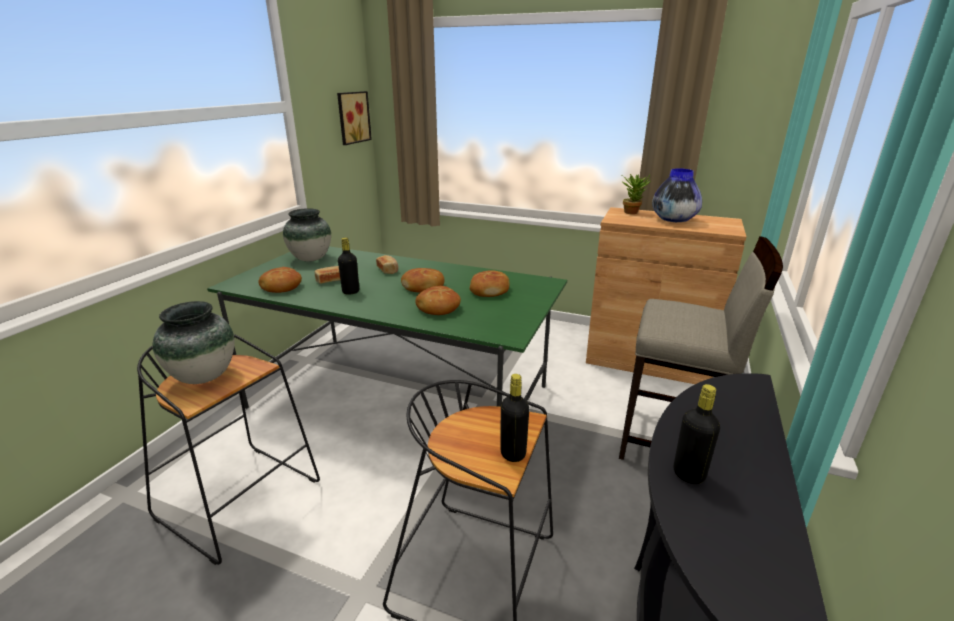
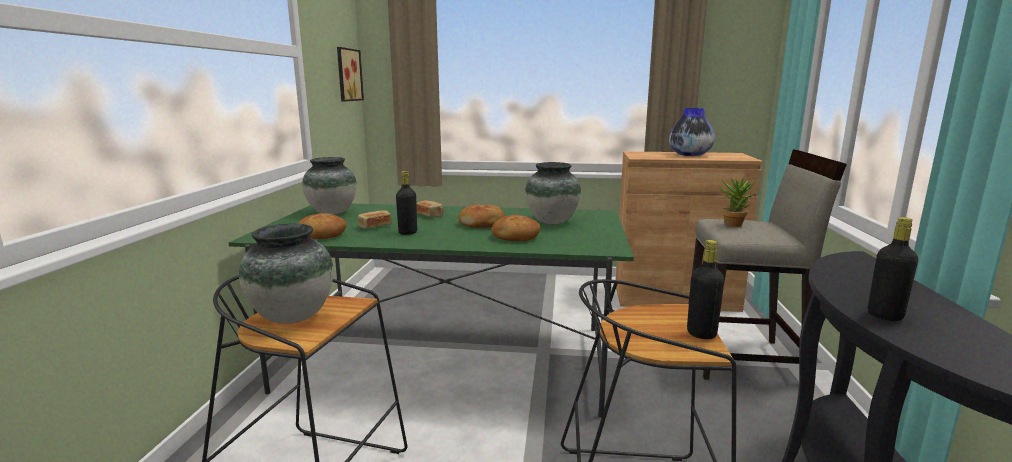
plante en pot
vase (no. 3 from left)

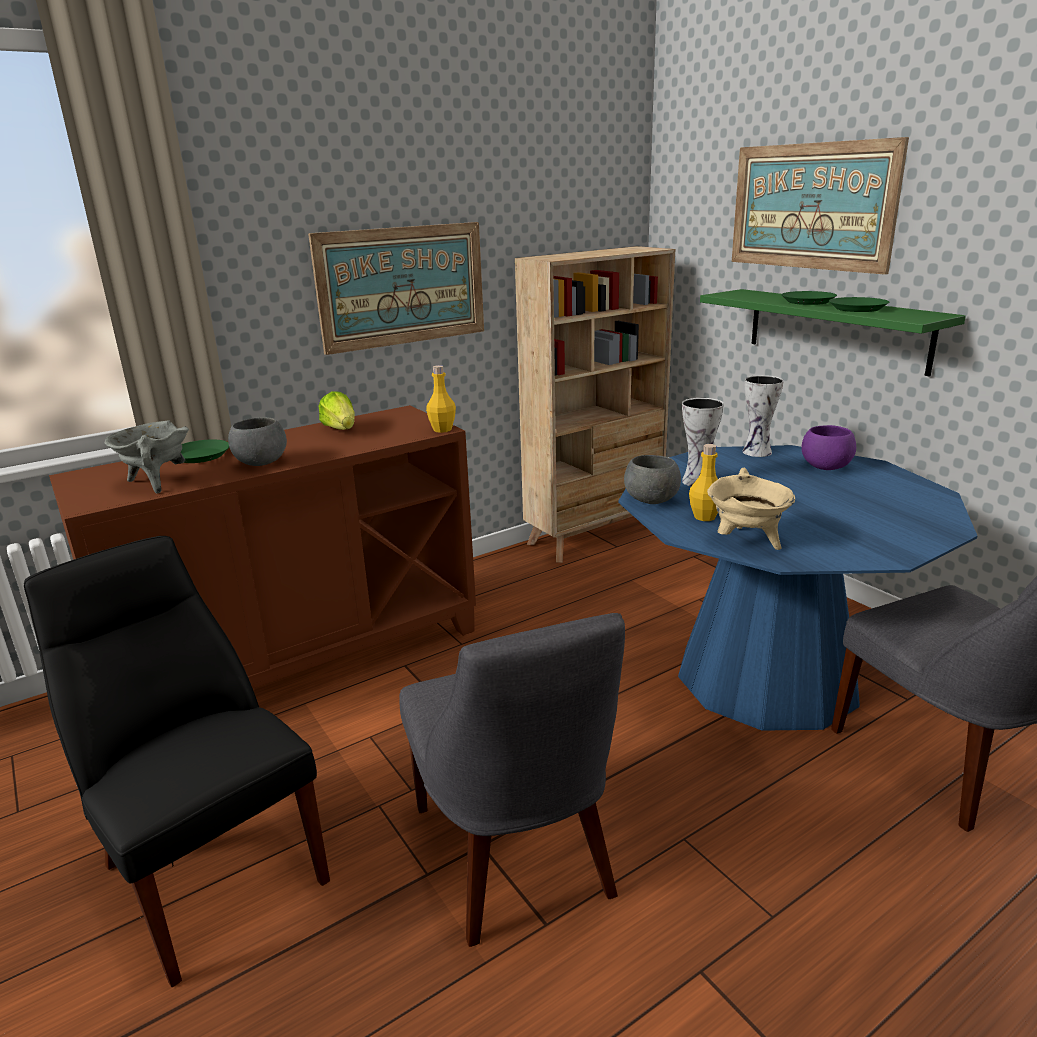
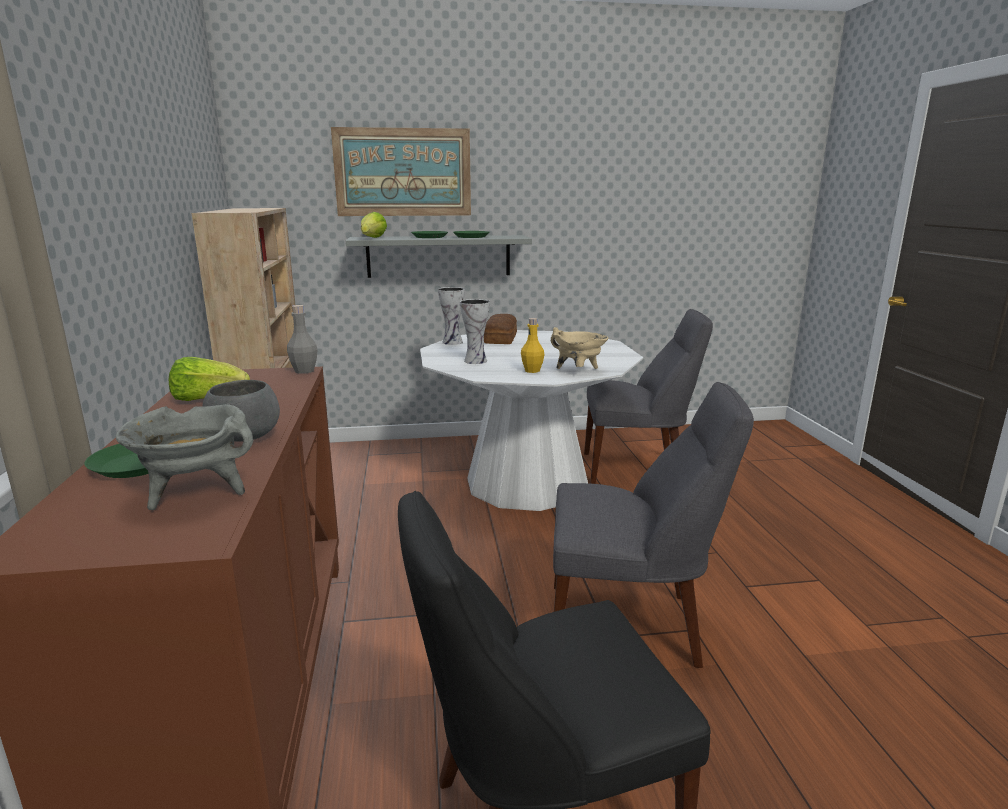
tableau (no. 1 from left in the first image)
étagère [gris]
bouteille [gris]
pain
table à manger [blanc]
bol [gris] (no. 2 from left in the first image)
laitue (no. 2 from left)

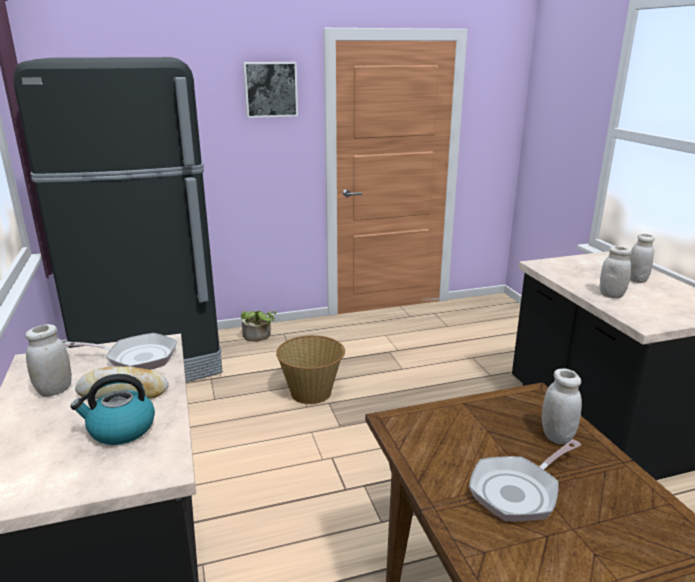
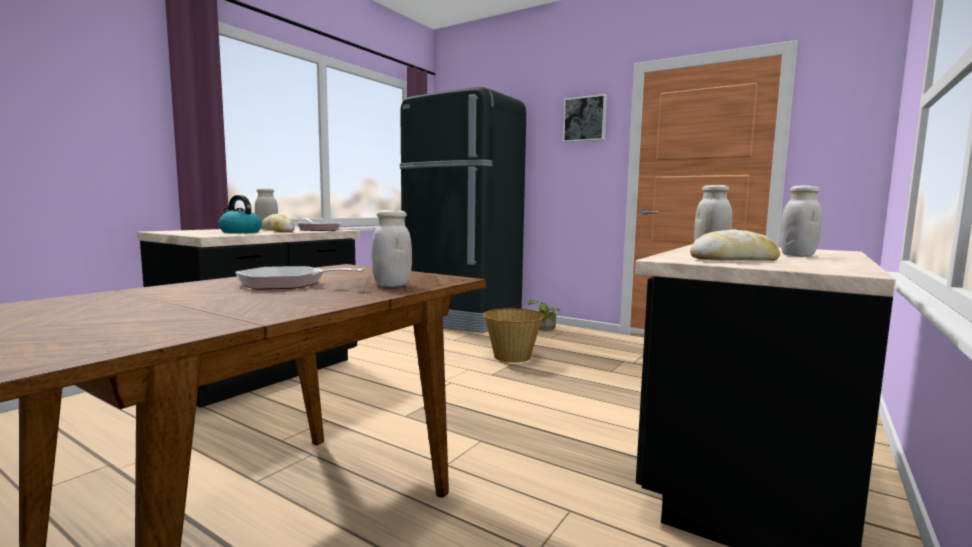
pain (no. 2 from left)

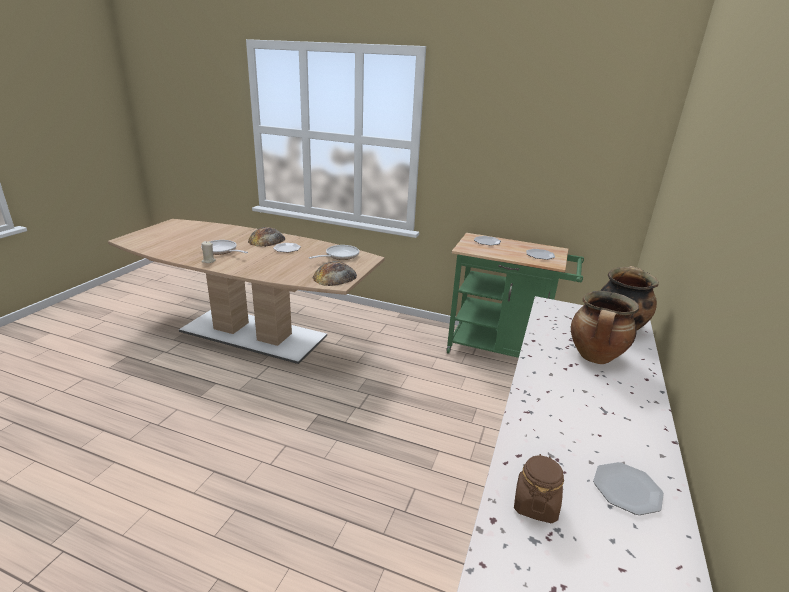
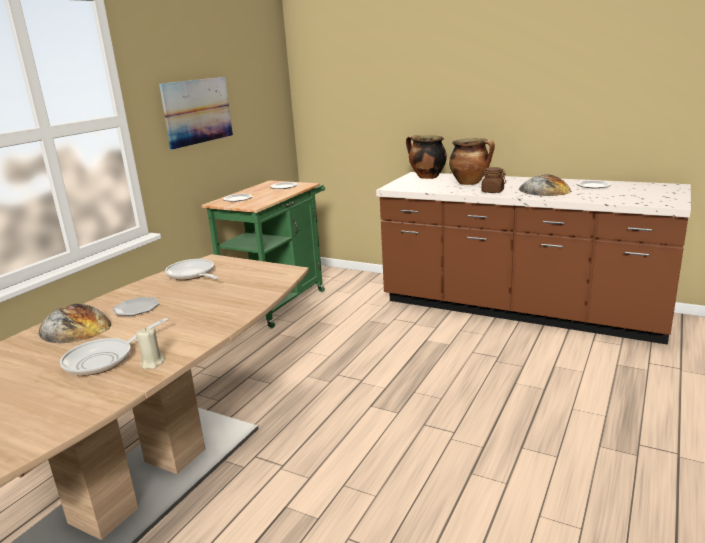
pain (no. 2 from left)
bocal [marron]
tableau

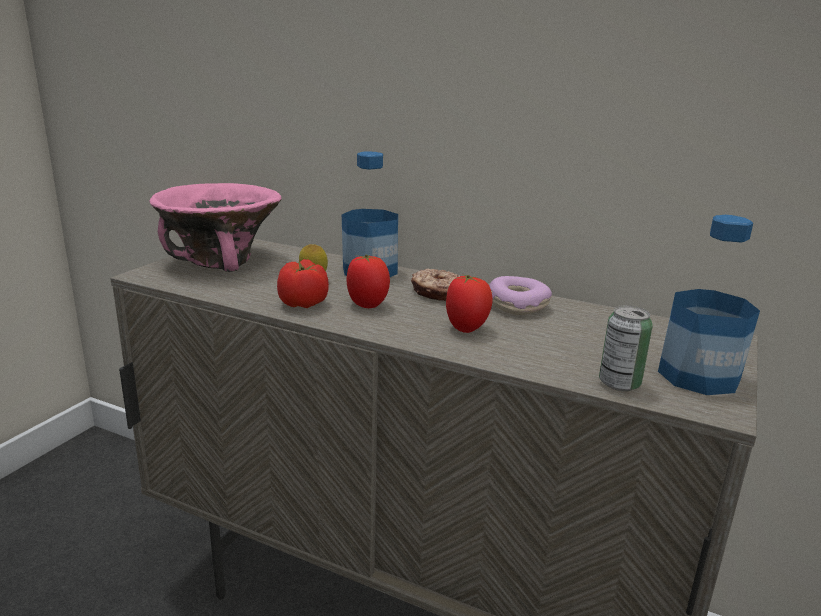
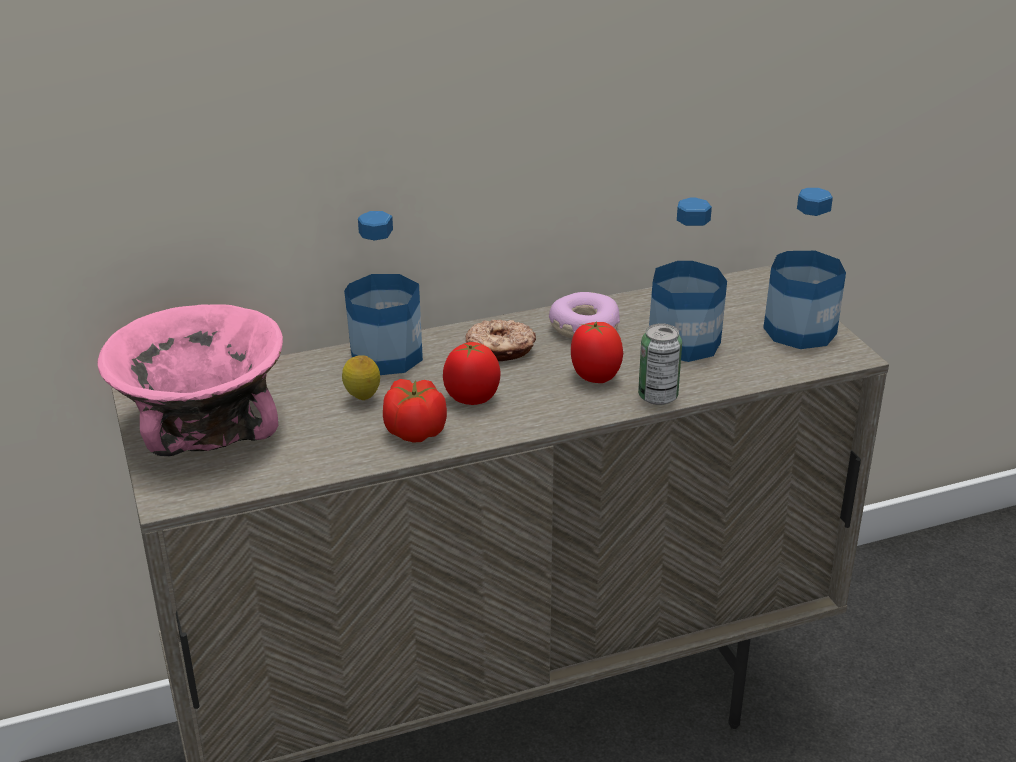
boîte métallique
bouteille (no. 2 from left)

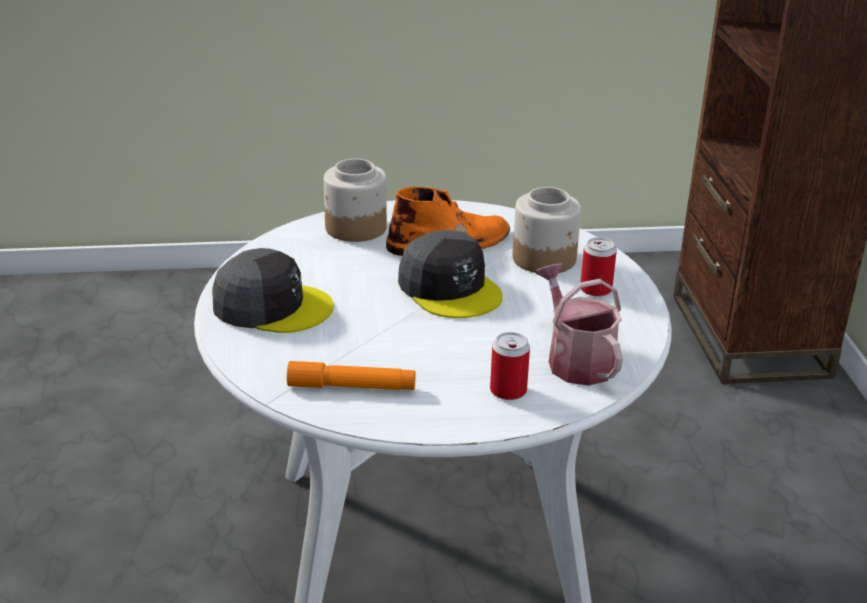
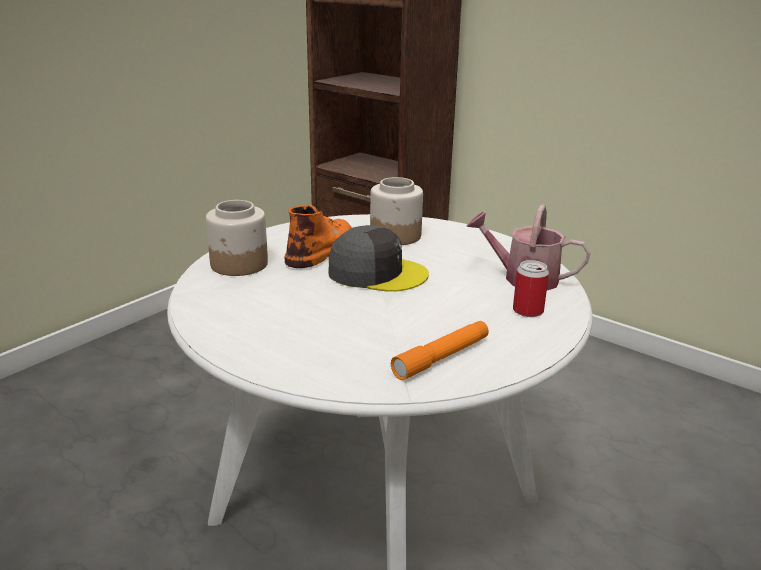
boîte métallique (no. 2 from left in the first image)
casquette [gris] (no. 1 from left in the first image)

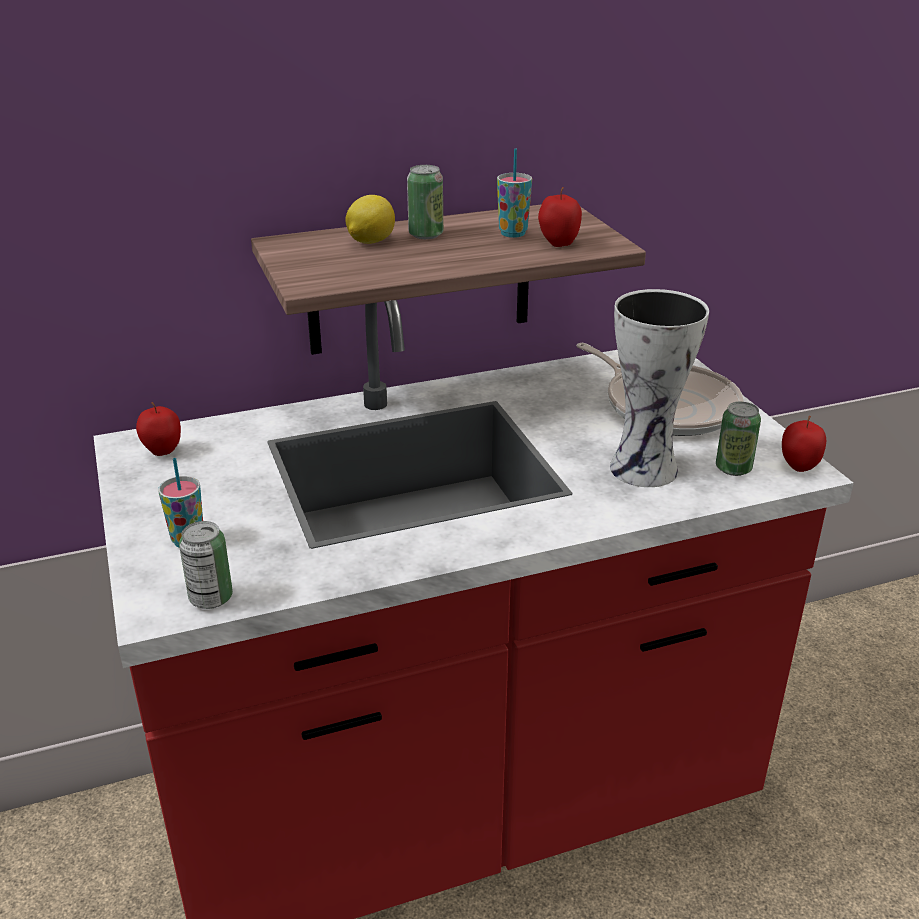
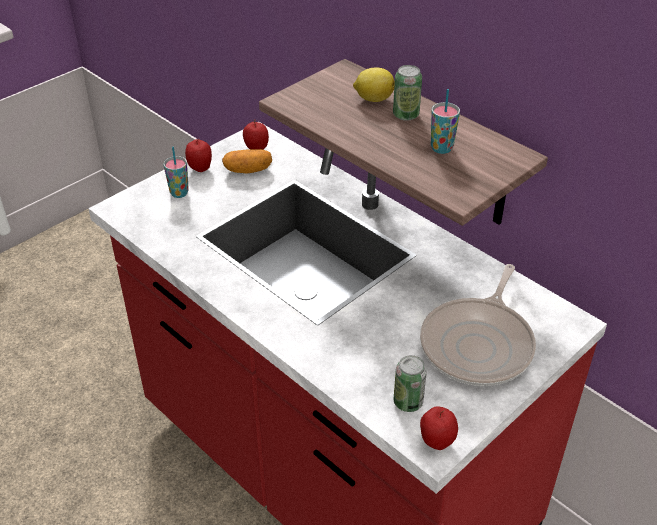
pomme (no. 1 from left)
vase
boîte métallique (no. 1 from left in the first image)
pomme de terre

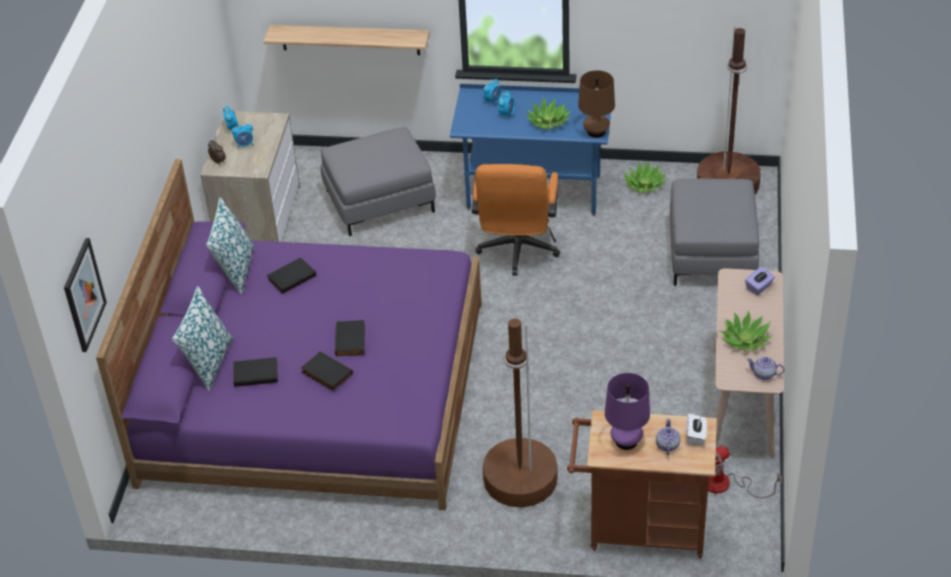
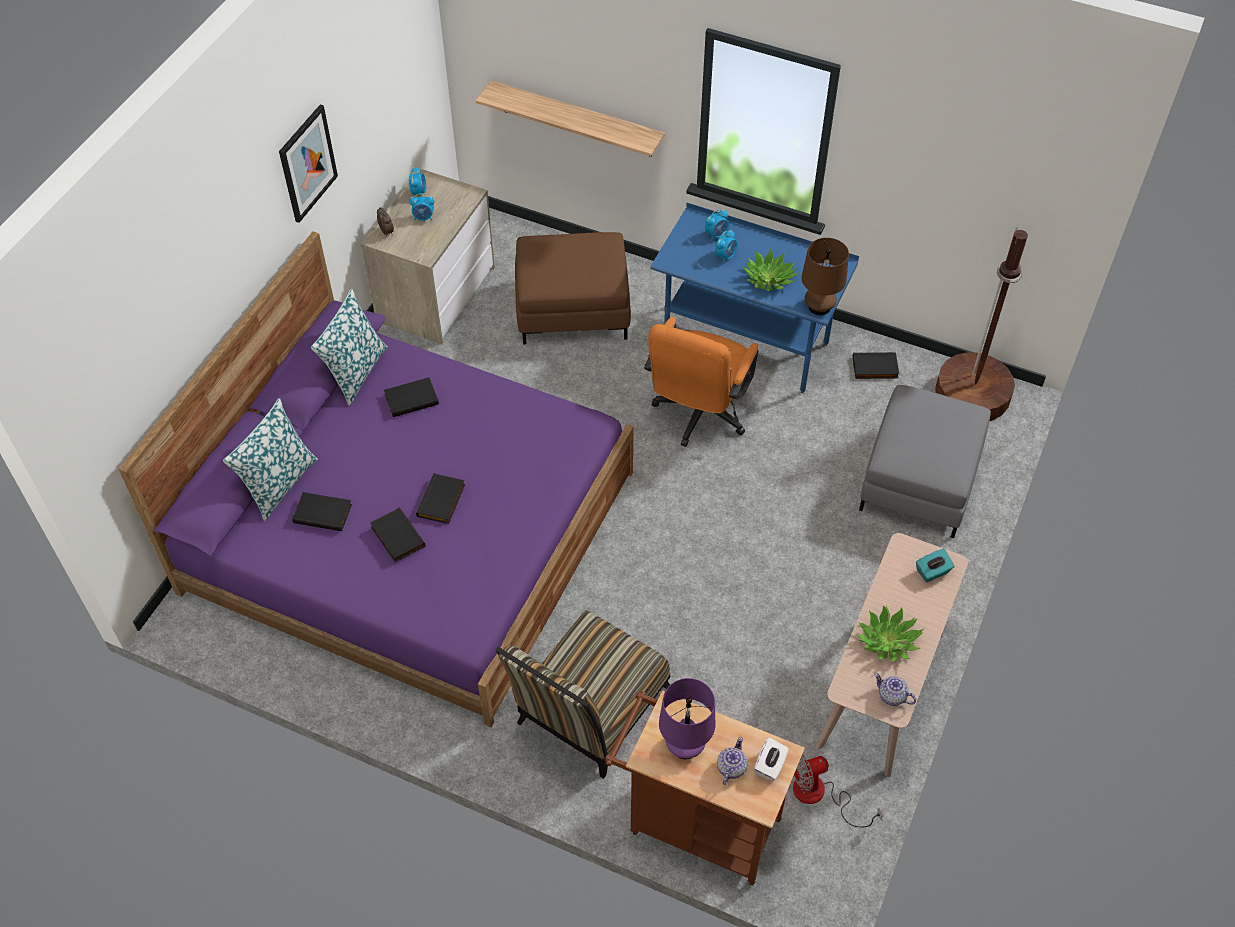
pouf [marron]
livre [noir] (no. 5 from left)
tableau
boîte à mouchoirs [turquoise]
chaise

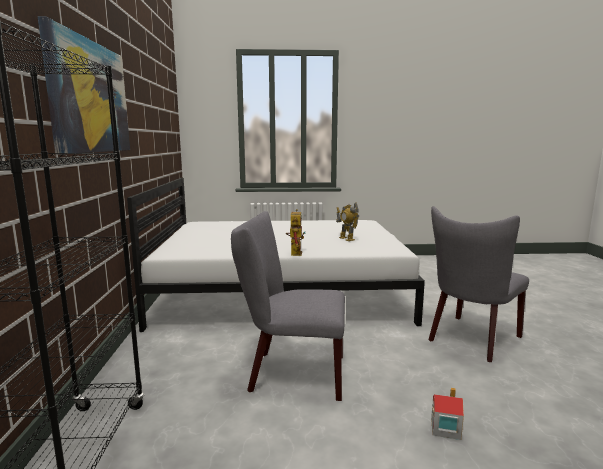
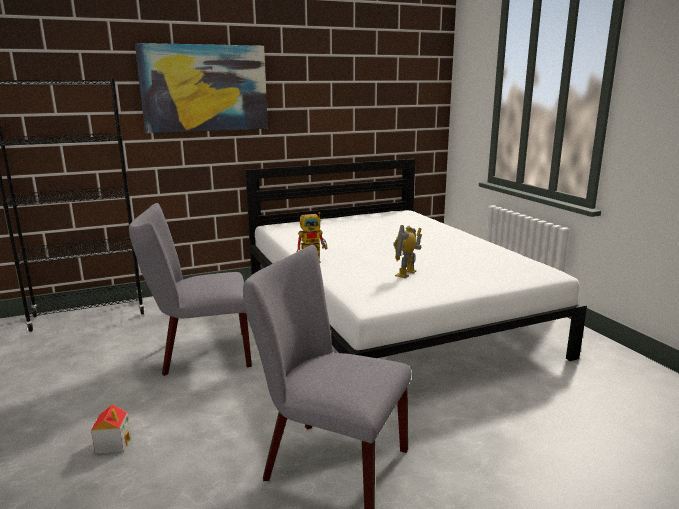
chaise [gris] (no. 1 from left)

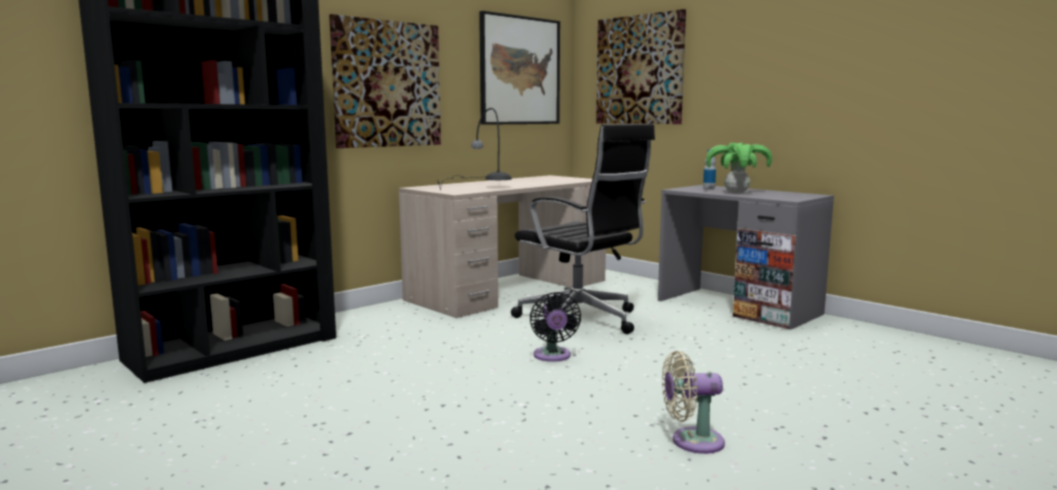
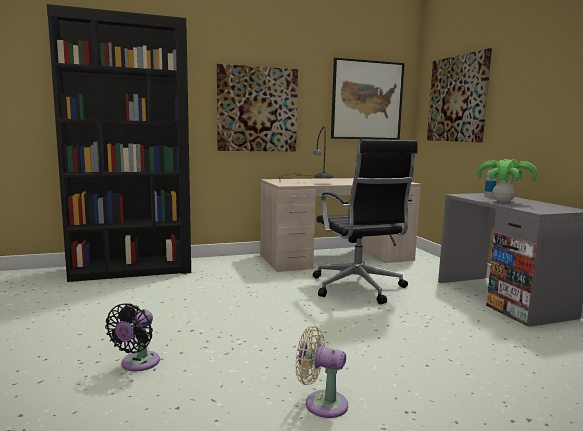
ventilateur [noir]

